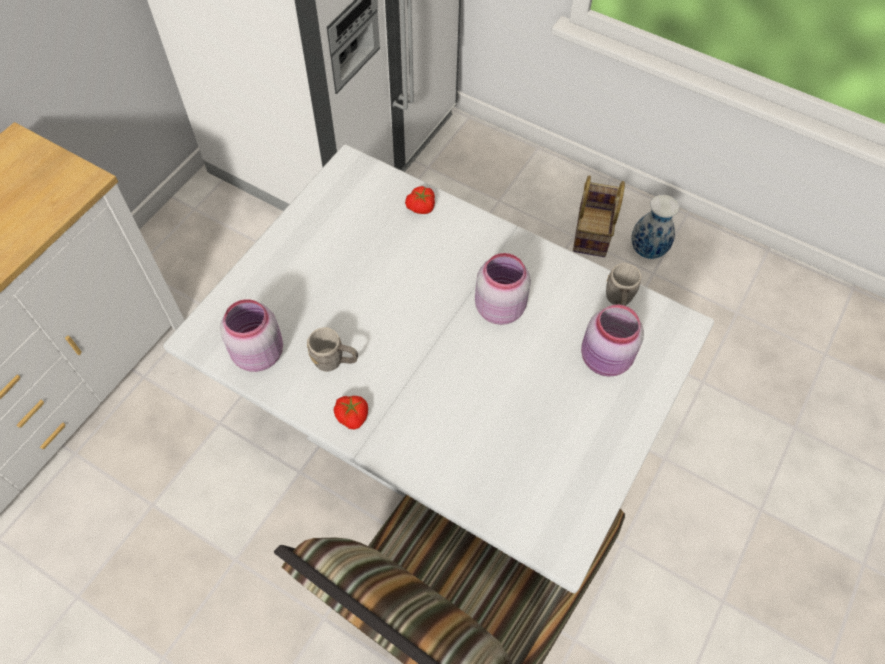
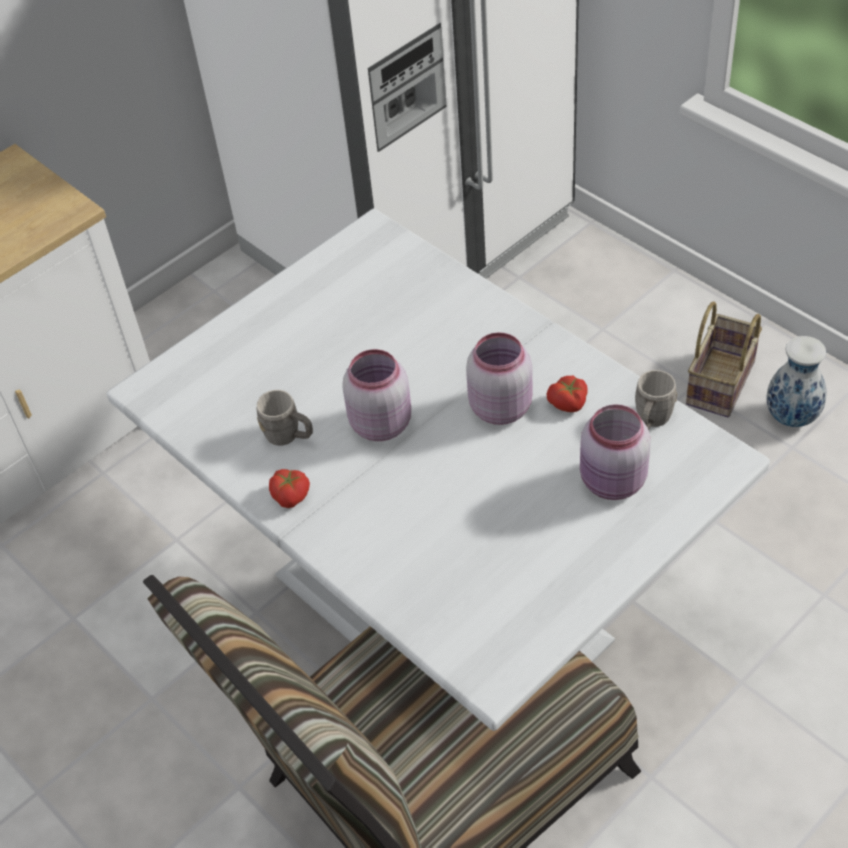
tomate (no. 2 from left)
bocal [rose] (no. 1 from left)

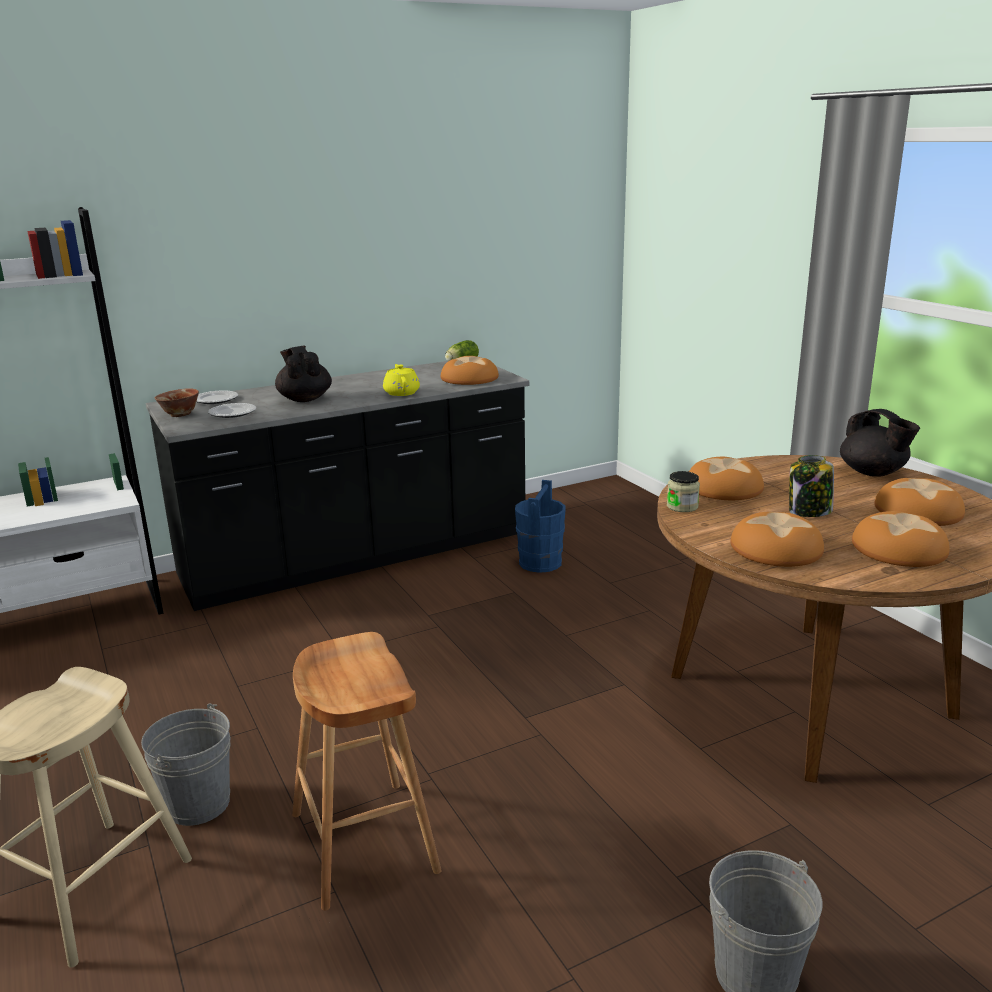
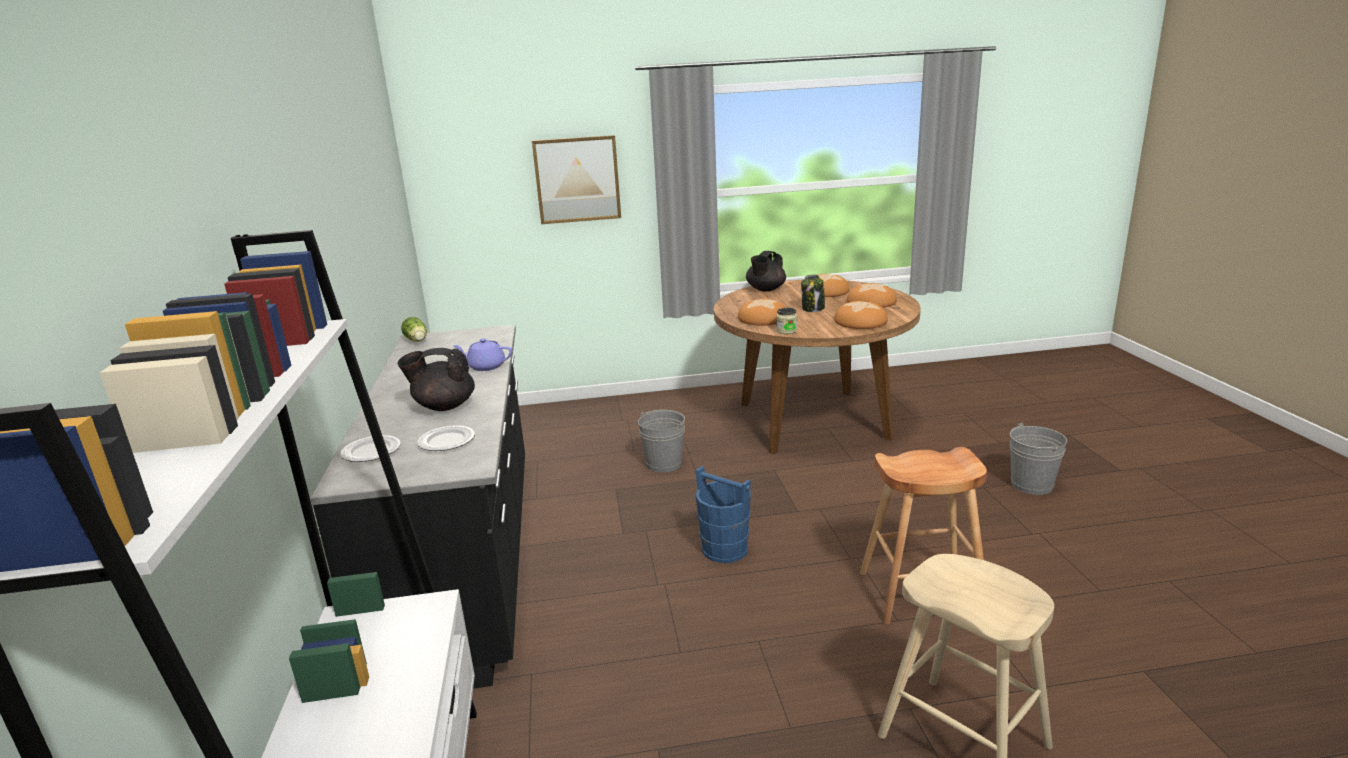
pain (no. 1 from left in the first image)
théière [violet]
bol
théière [noir] (no. 2 from left)
seau [bleu]
seau [gris] (no. 1 from left)
tableau

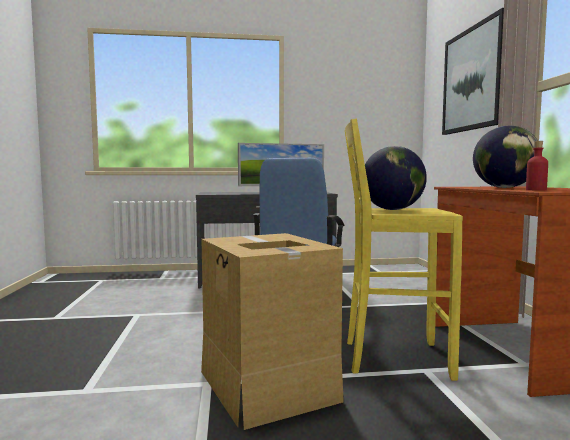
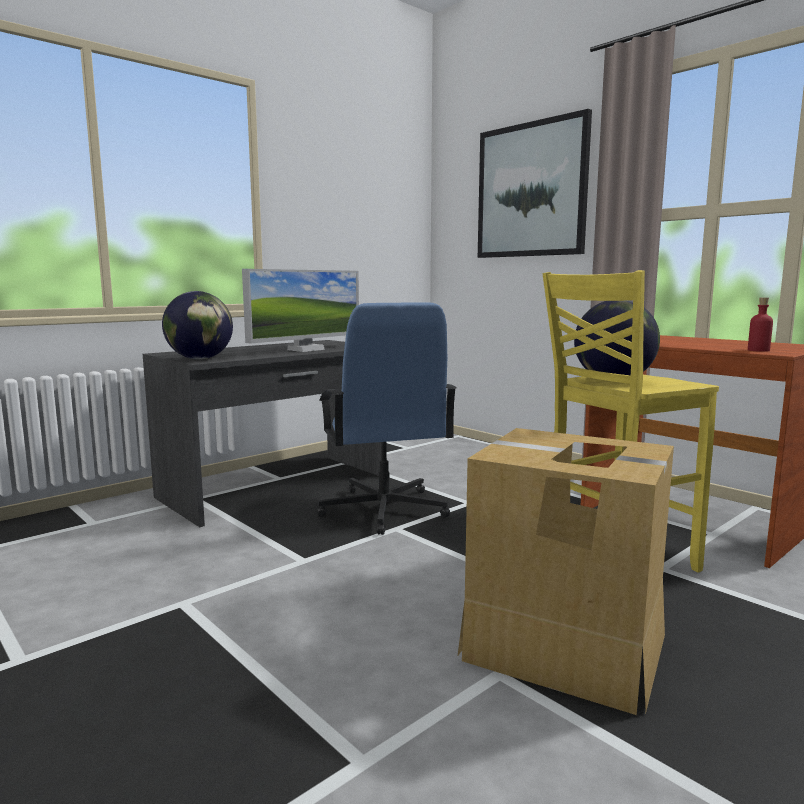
globe (no. 1 from left)

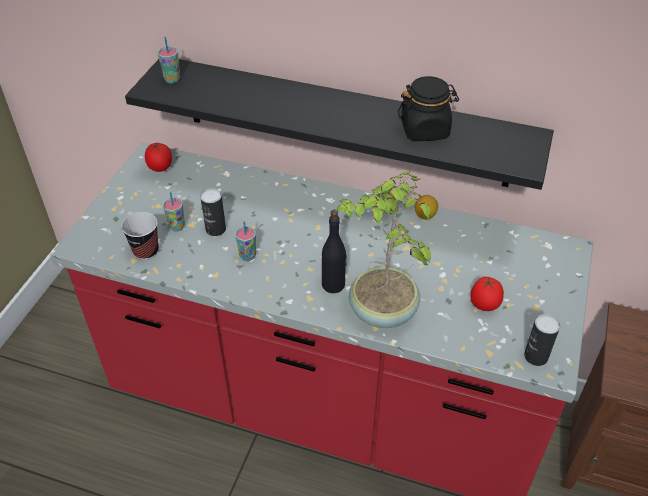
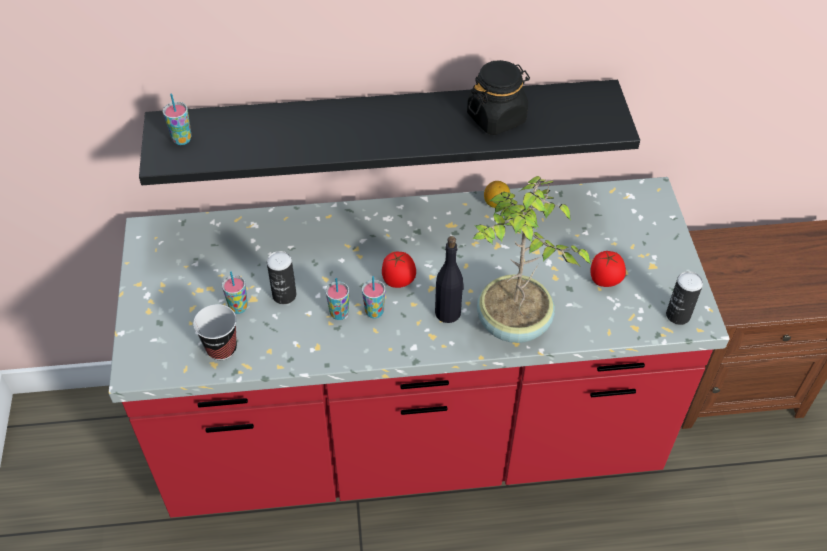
tomate (no. 1 from left)
tasse (no. 5 from left)

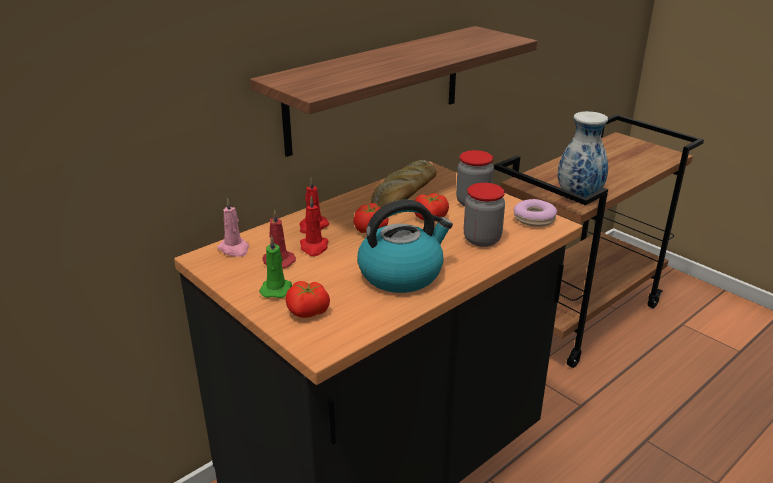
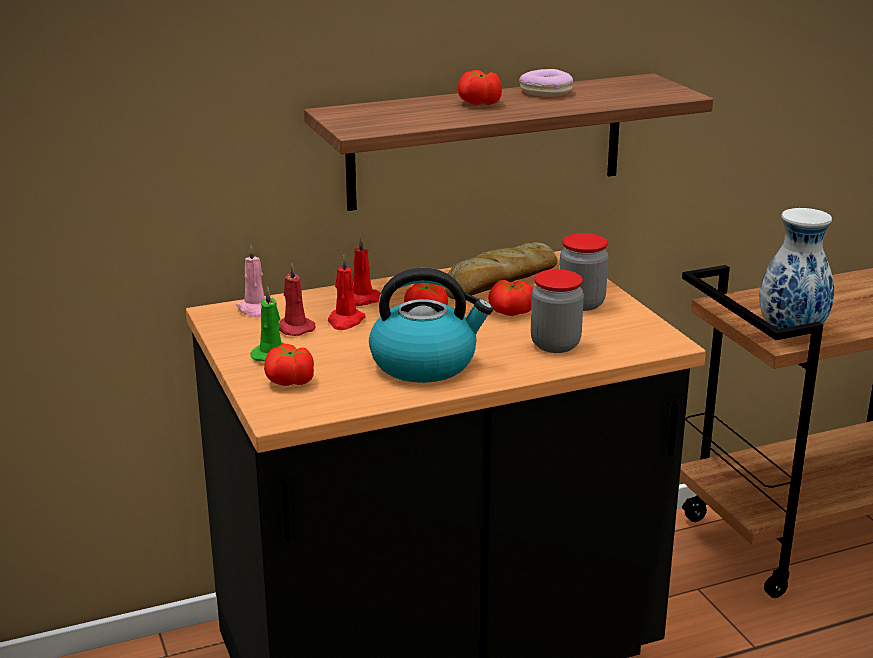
beignet
tomate (no. 3 from left)

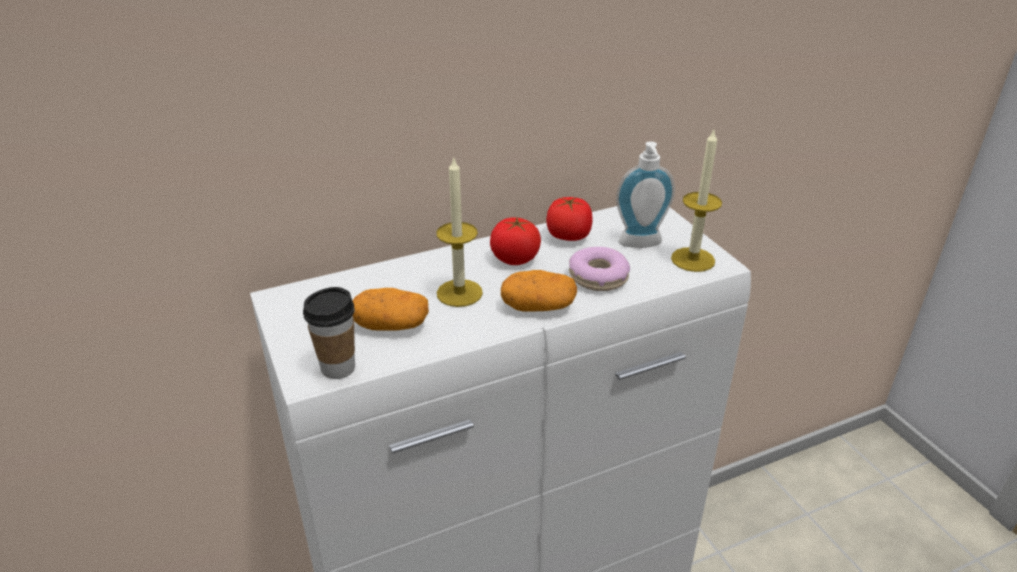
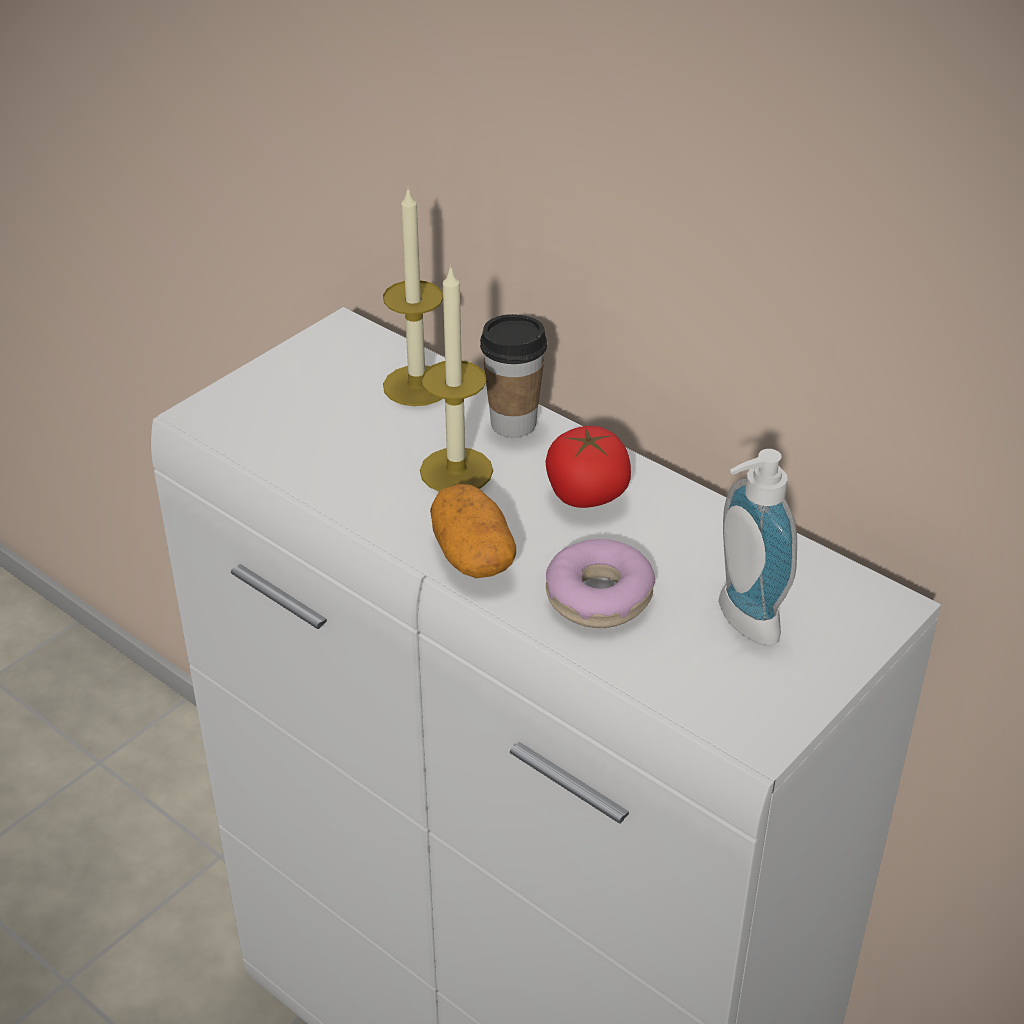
bougie (no. 1 from left)
tomate (no. 2 from left in the first image)
tasse
pomme de terre (no. 1 from left in the first image)

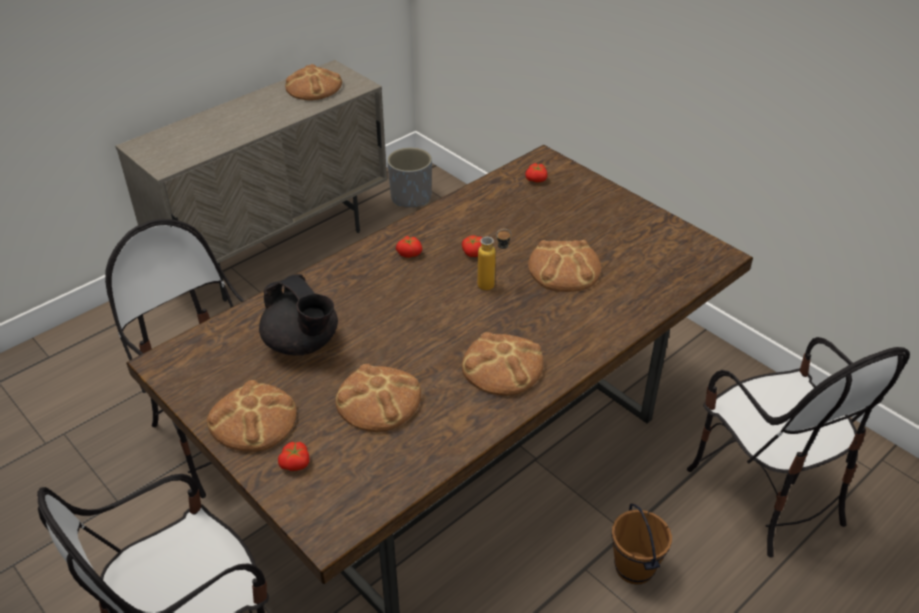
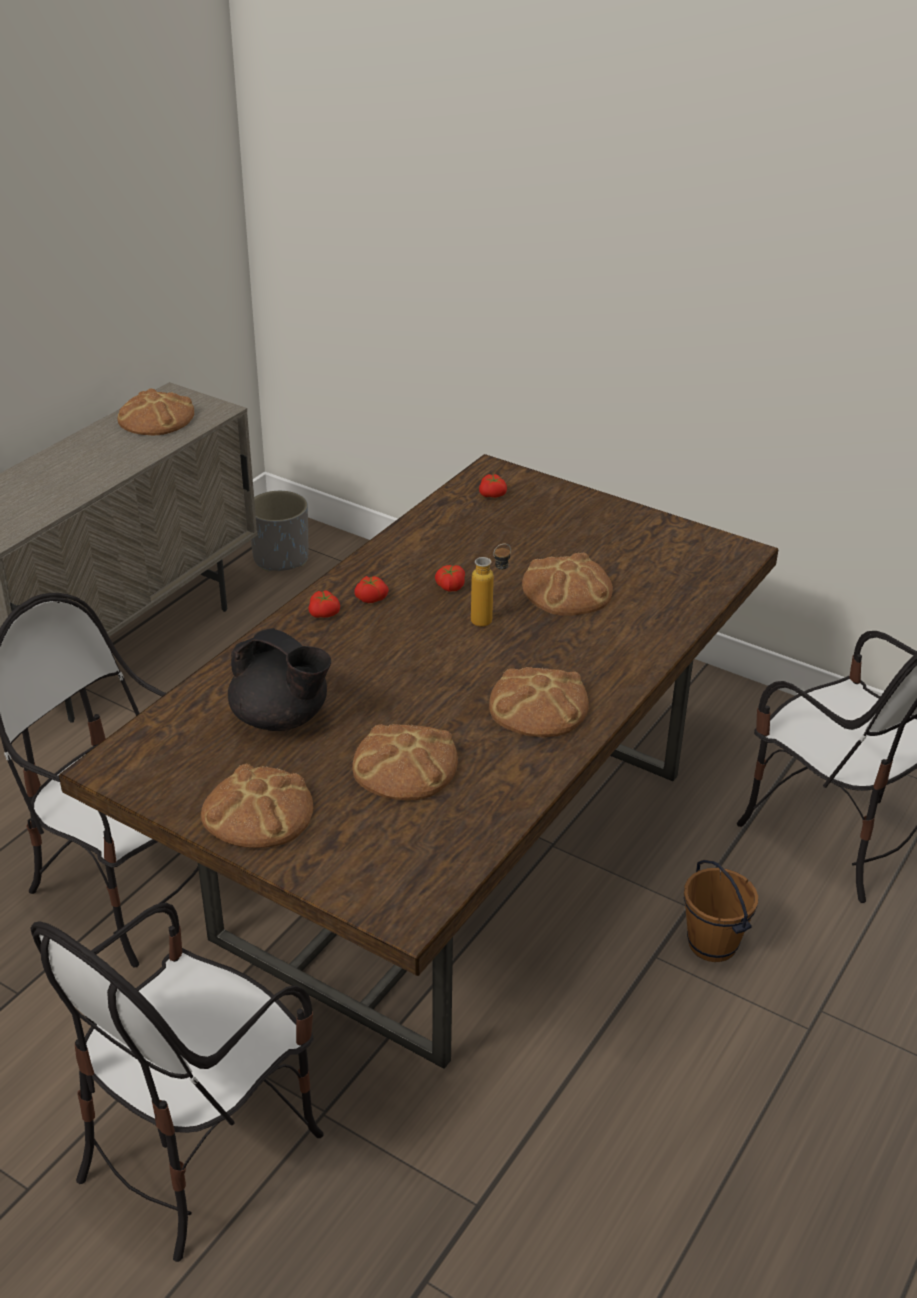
tomate (no. 1 from left)

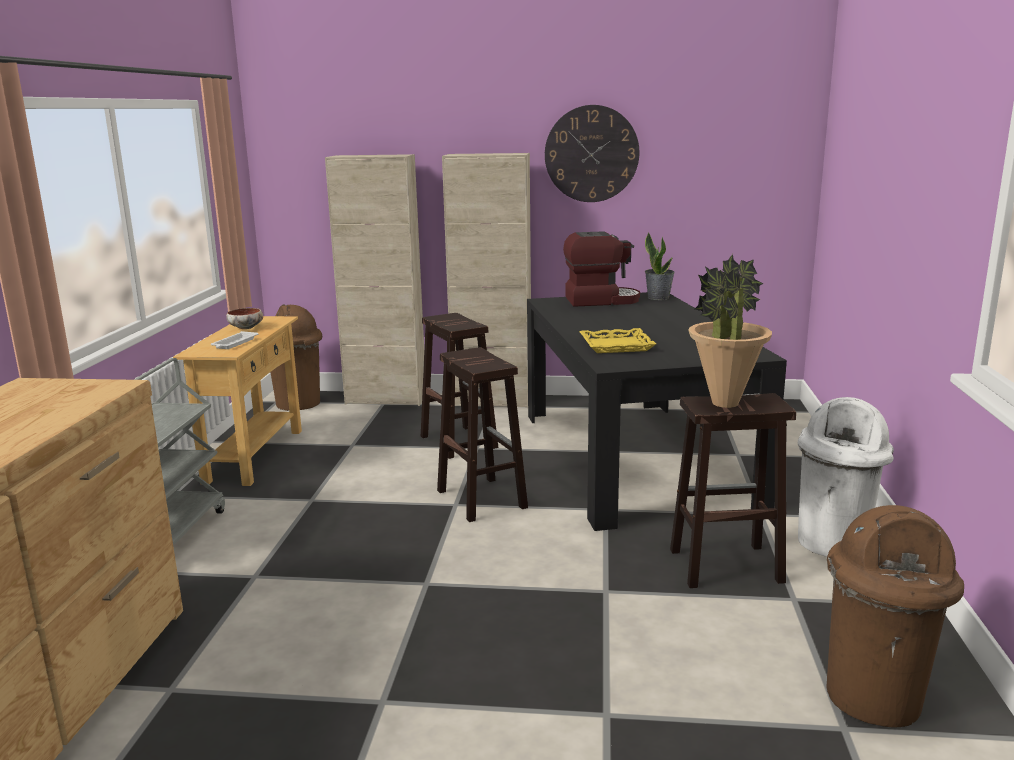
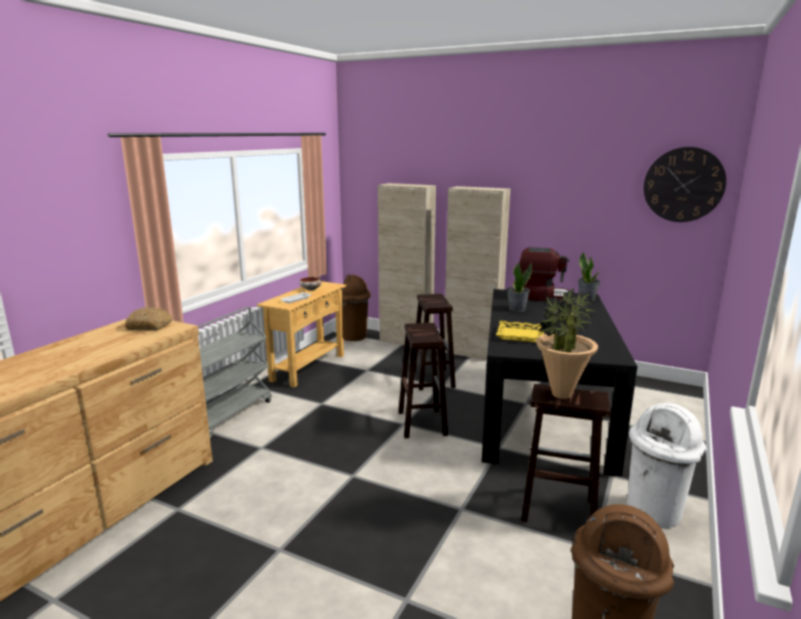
horloge murale
plante en pot (no. 1 from left)
pain

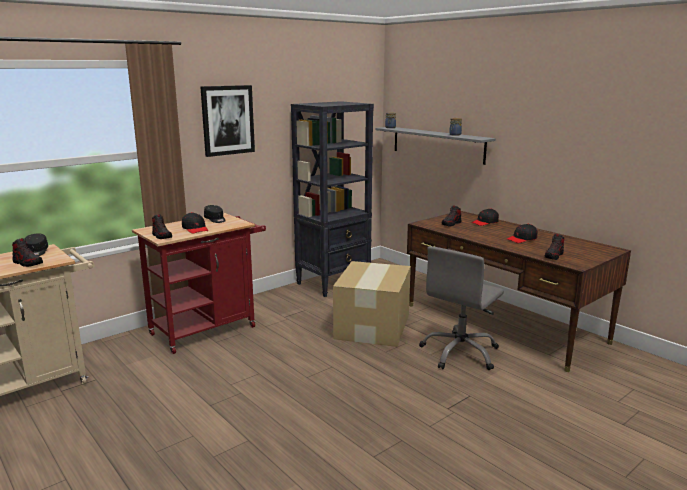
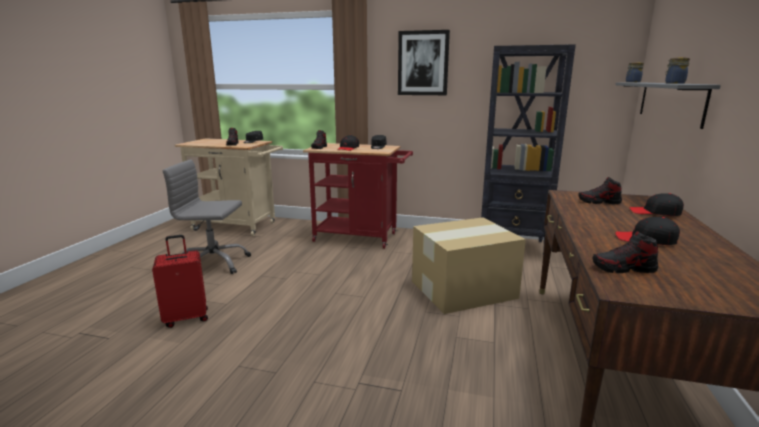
chaise de bureau [gris]
valise [rouge]

